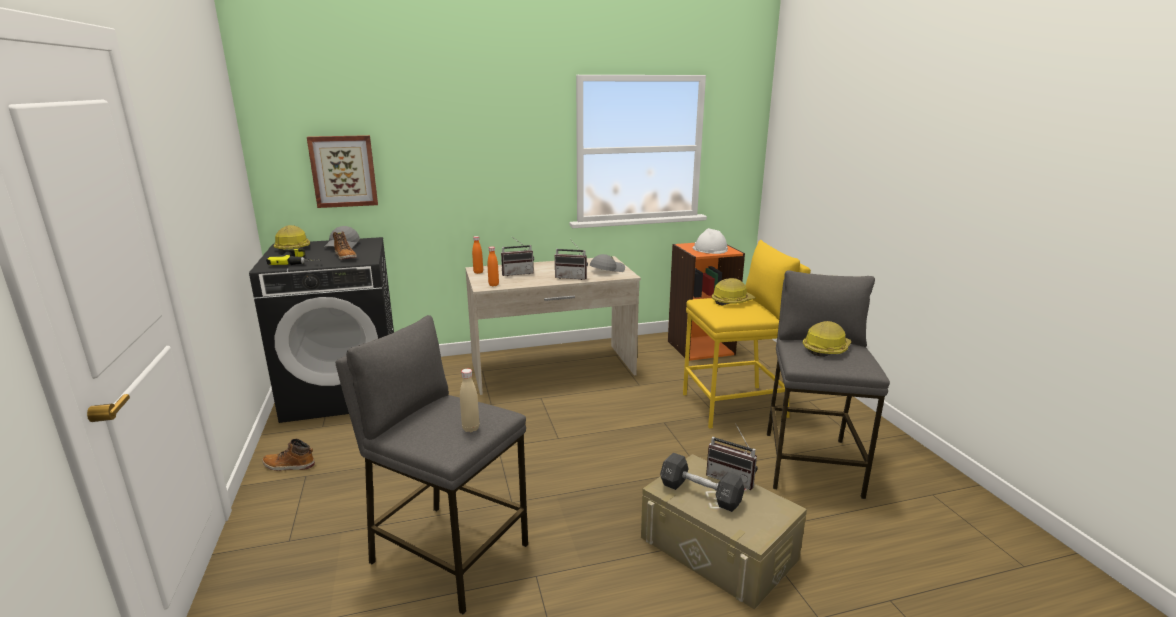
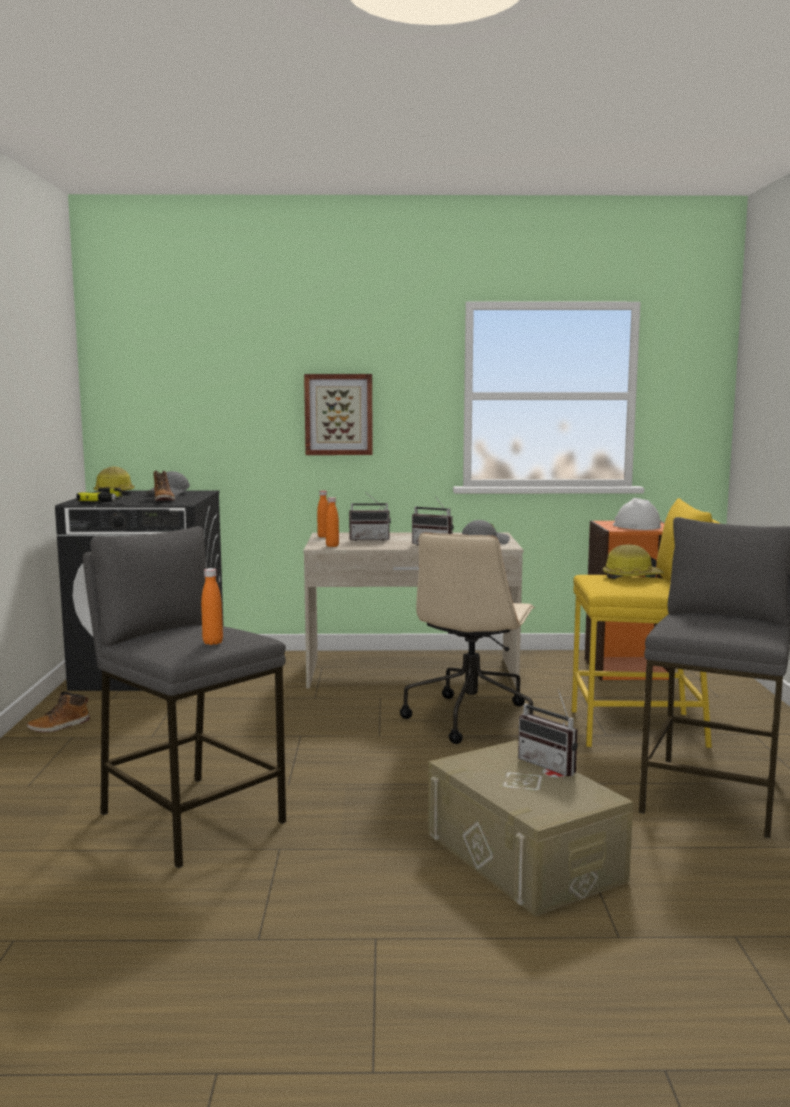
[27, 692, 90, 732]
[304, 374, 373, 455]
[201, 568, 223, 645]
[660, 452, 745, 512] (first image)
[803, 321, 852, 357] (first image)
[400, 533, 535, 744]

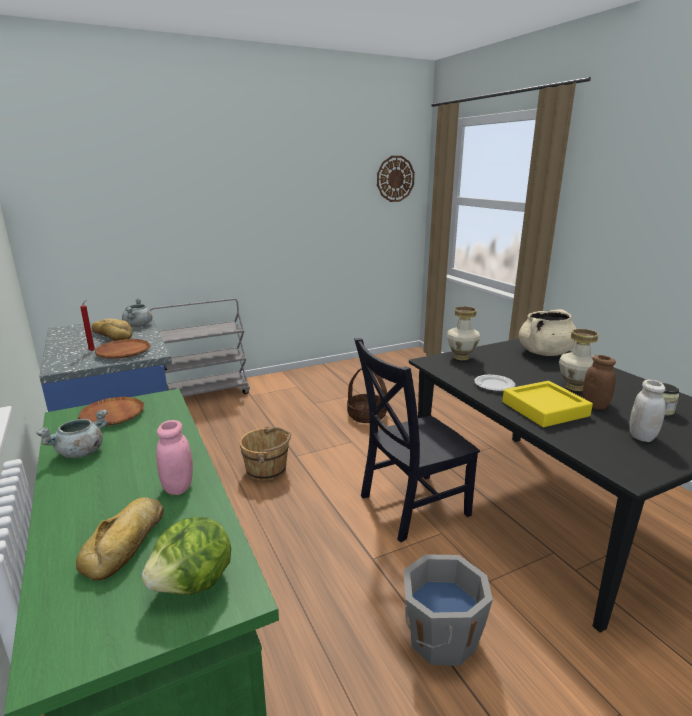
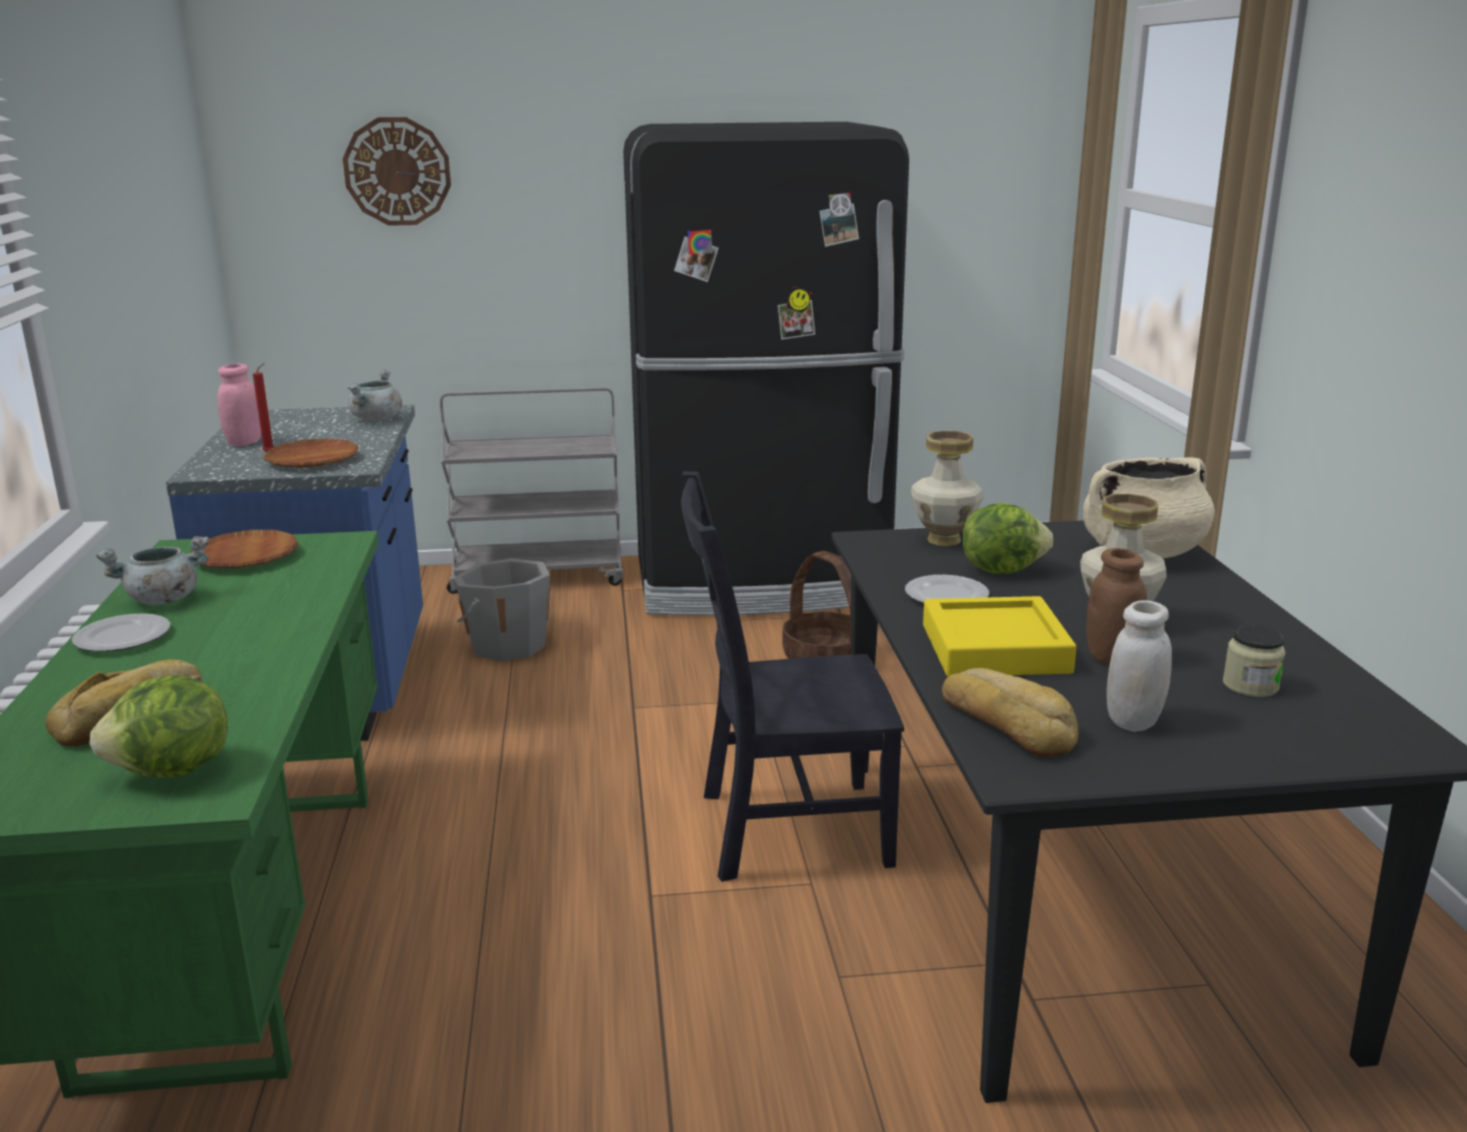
[942, 668, 1078, 757]
[217, 363, 261, 446]
[240, 426, 291, 481] (first image)
[343, 117, 451, 226]
[454, 558, 550, 661]
[72, 613, 170, 652]
[623, 122, 909, 616]
[962, 503, 1053, 574]

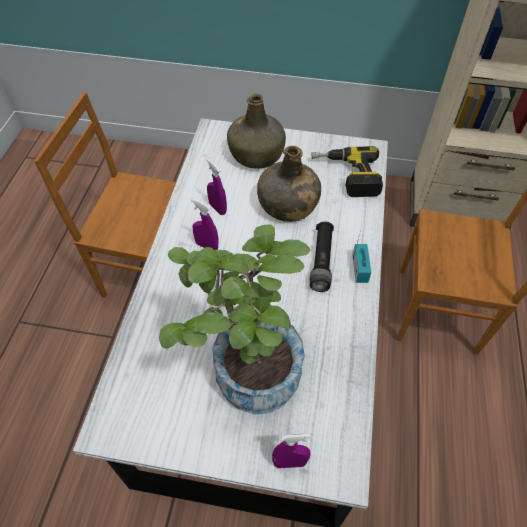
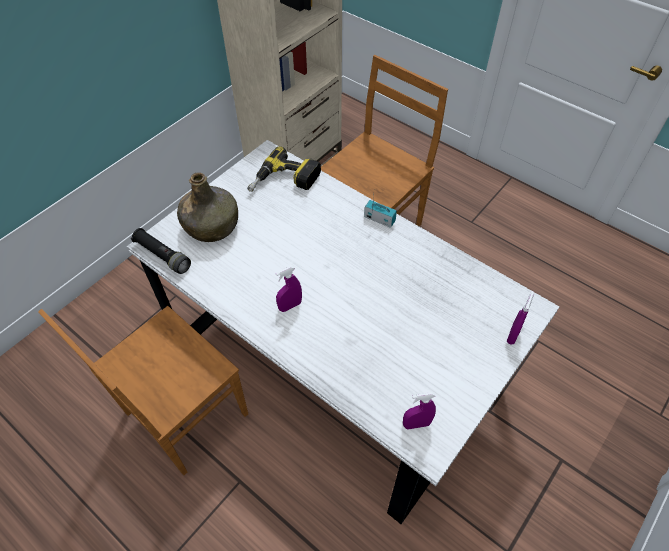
[159, 224, 310, 415] (first image)
[403, 392, 436, 429]
[257, 146, 321, 222] (first image)
[131, 228, 191, 274]

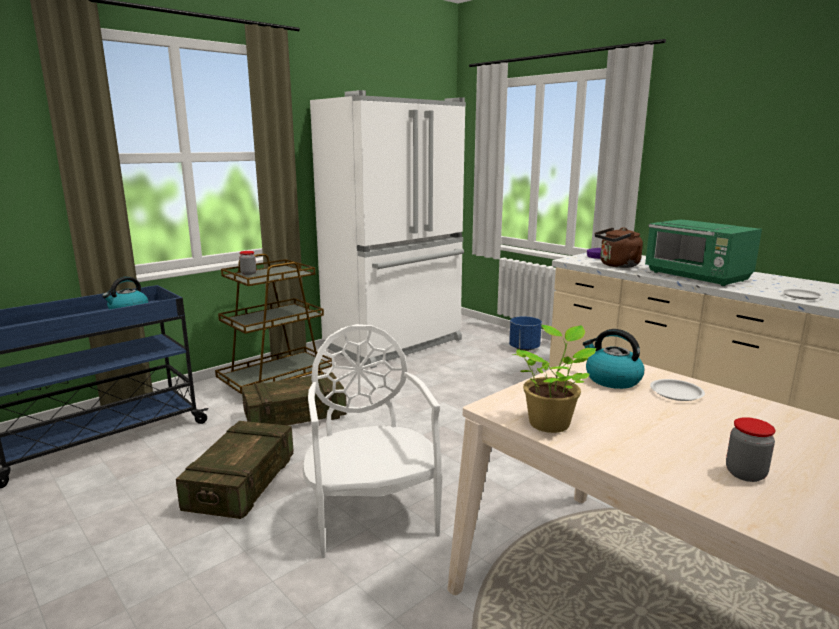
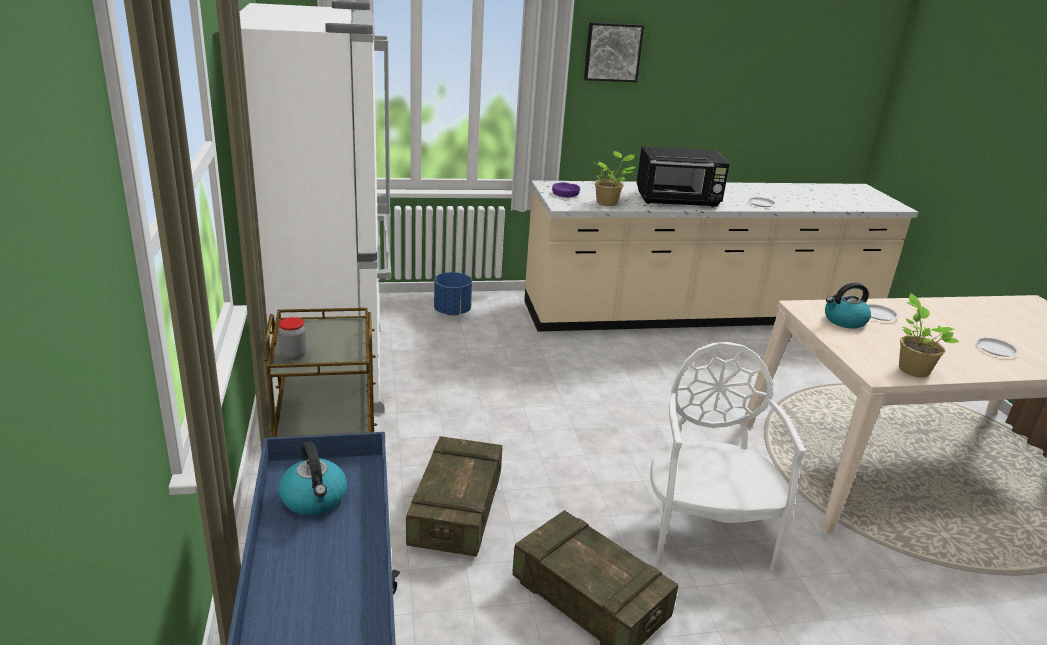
[650, 342, 806, 571]
[593, 151, 635, 206]
[637, 146, 729, 207]
[975, 337, 1019, 357]
[584, 22, 644, 82]

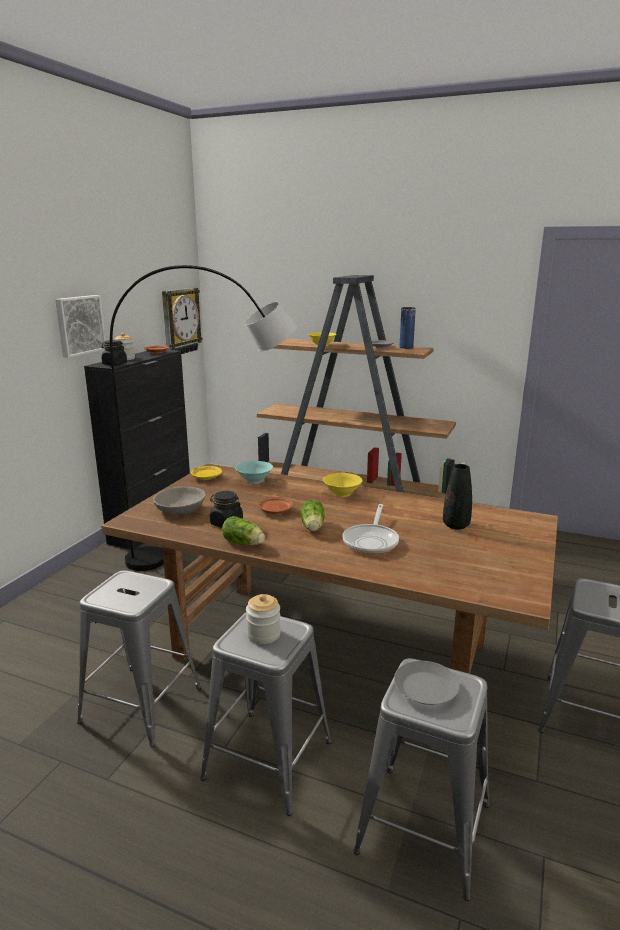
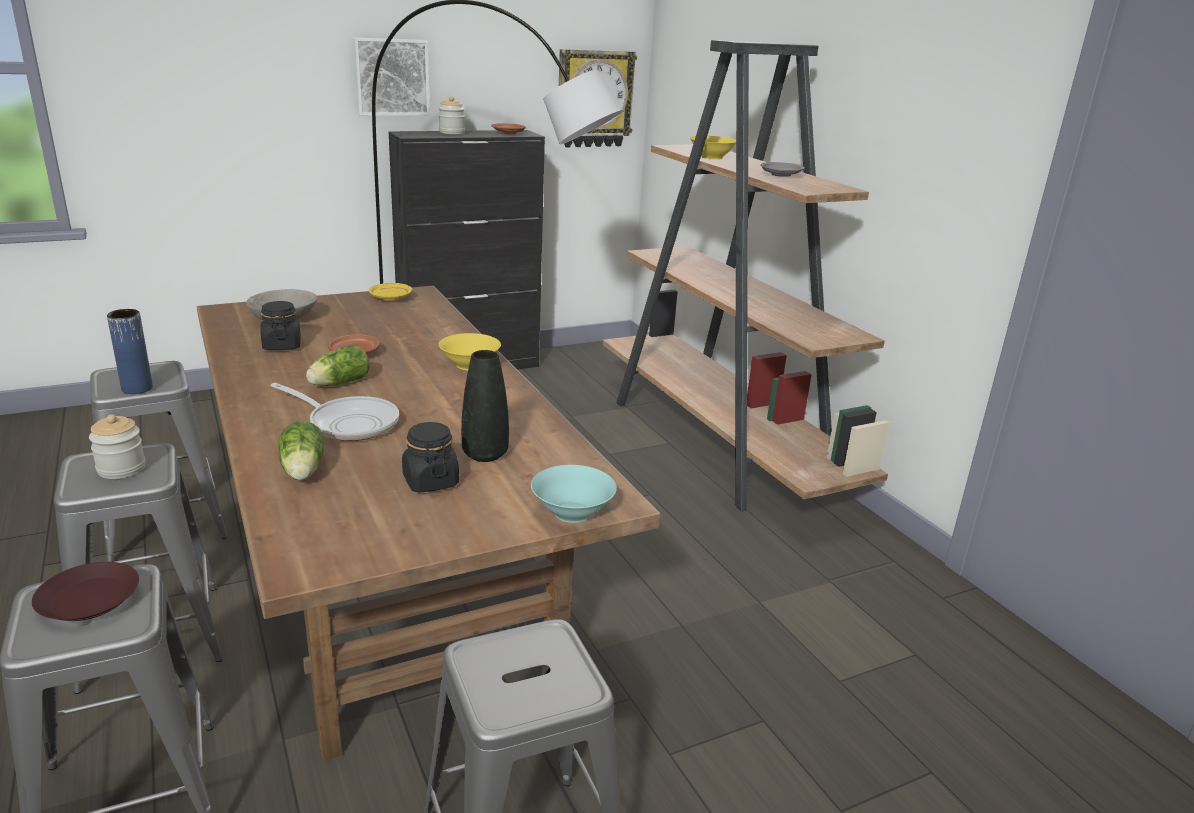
[402, 422, 459, 493]
[278, 421, 324, 480]
[531, 465, 617, 523]
[270, 383, 399, 441]
[32, 562, 139, 621]
[107, 309, 153, 394]

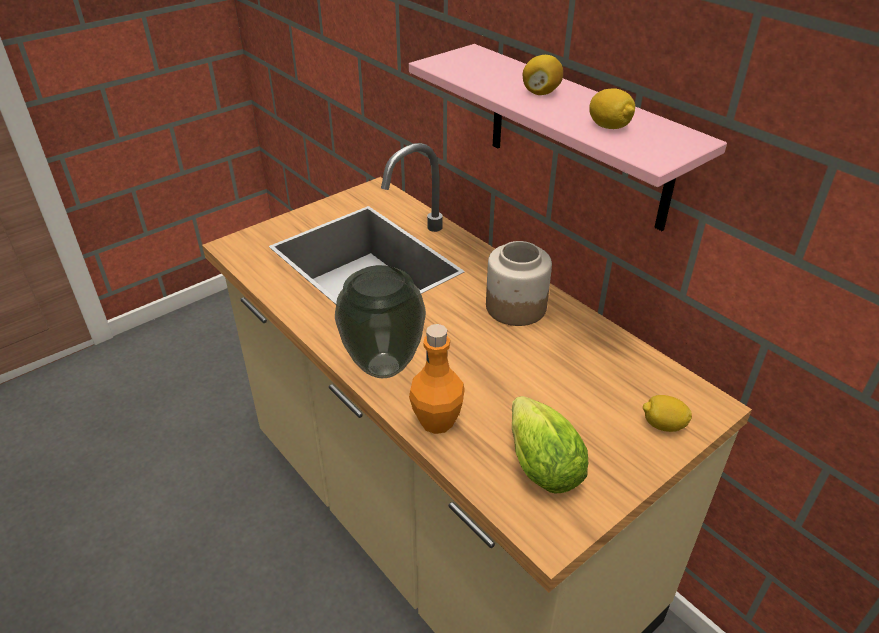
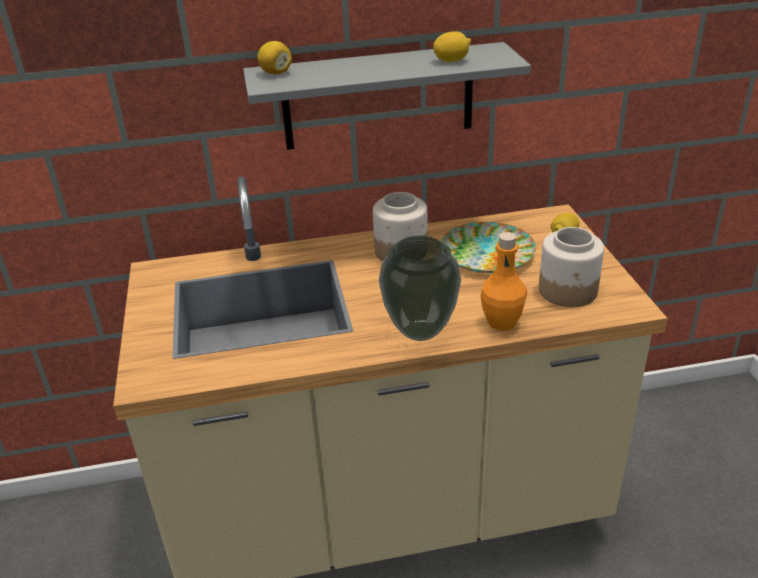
[243, 42, 531, 150]
[539, 227, 604, 307]
[257, 41, 292, 74]
[441, 222, 536, 273]

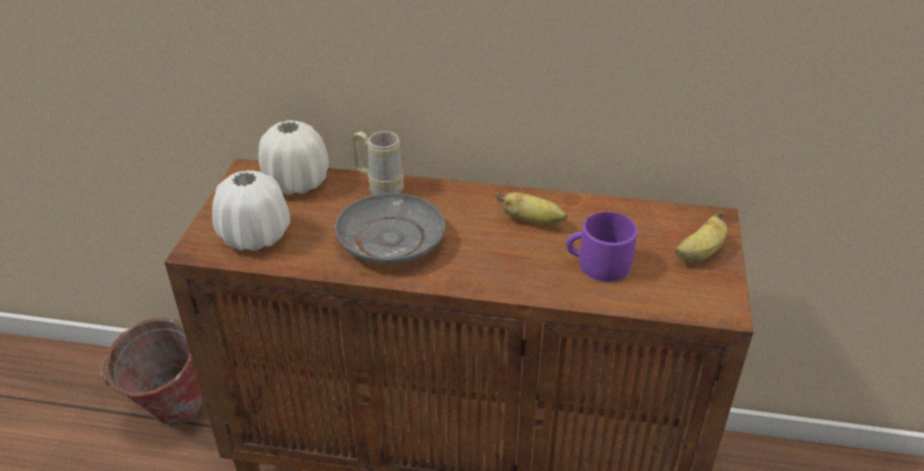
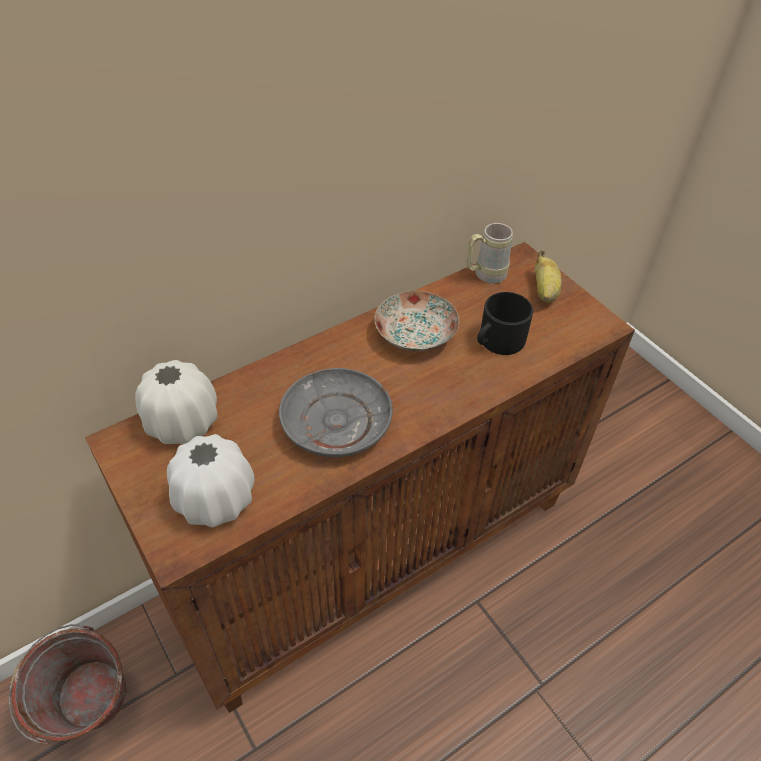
[467, 223, 513, 284]
[375, 291, 459, 352]
[477, 292, 533, 355]

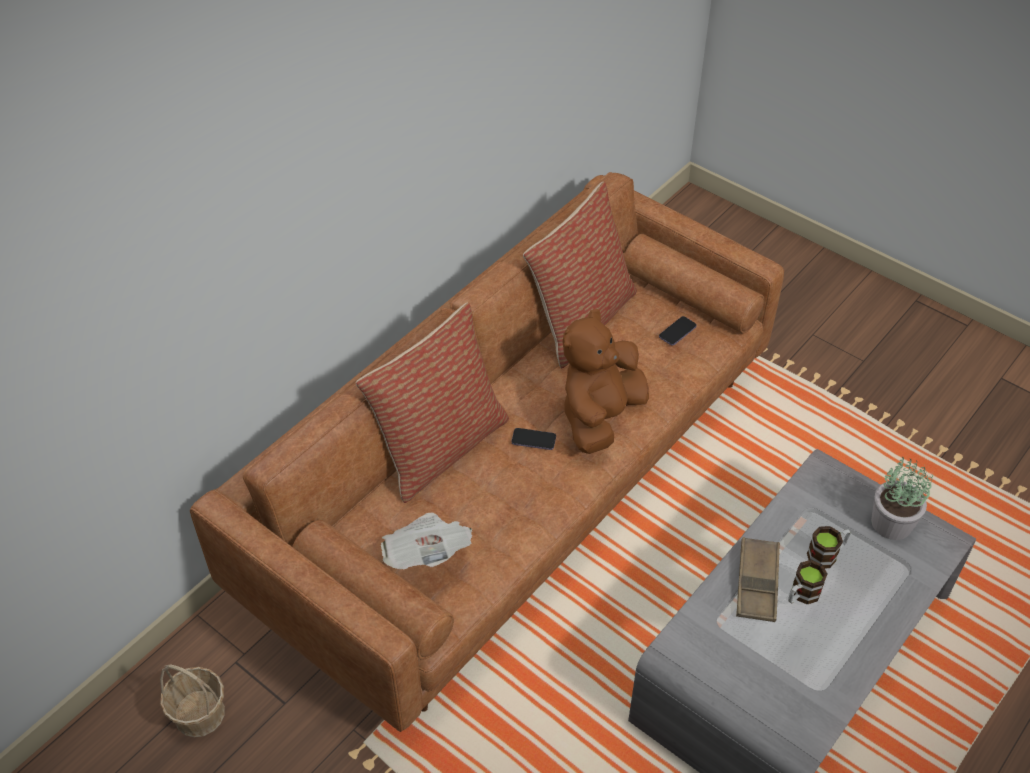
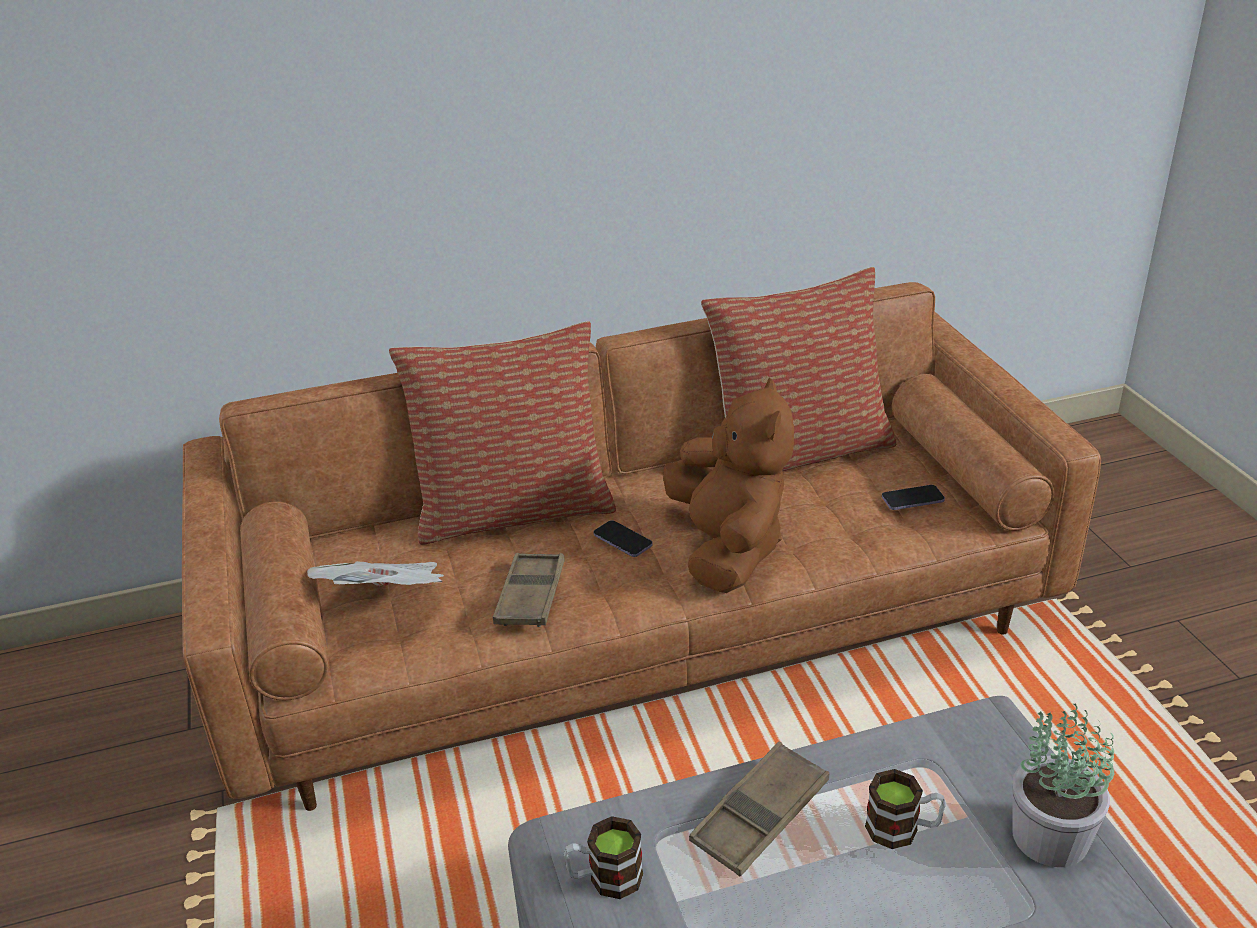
[160, 664, 225, 737] (first image)
[663, 378, 794, 593]
[564, 816, 644, 899]
[493, 553, 565, 627]

